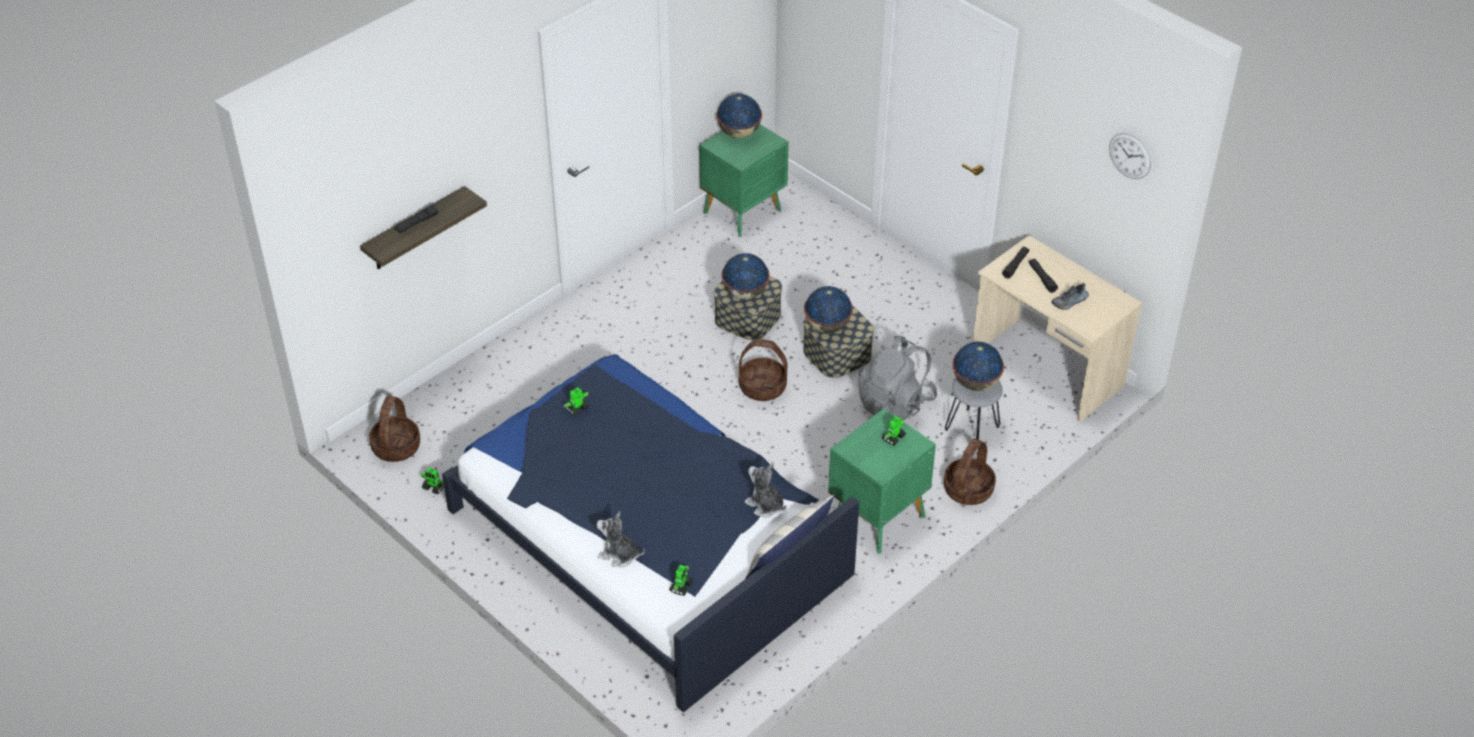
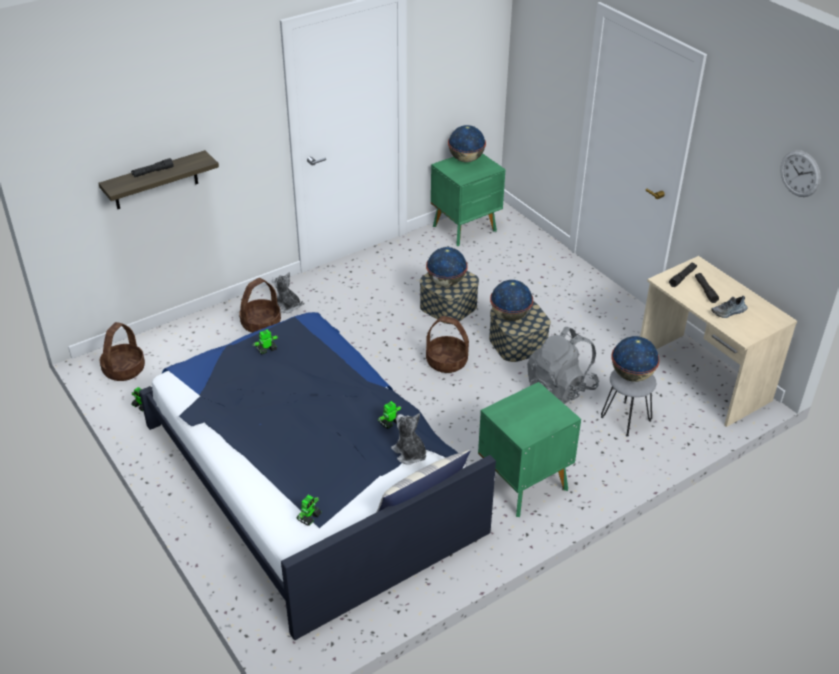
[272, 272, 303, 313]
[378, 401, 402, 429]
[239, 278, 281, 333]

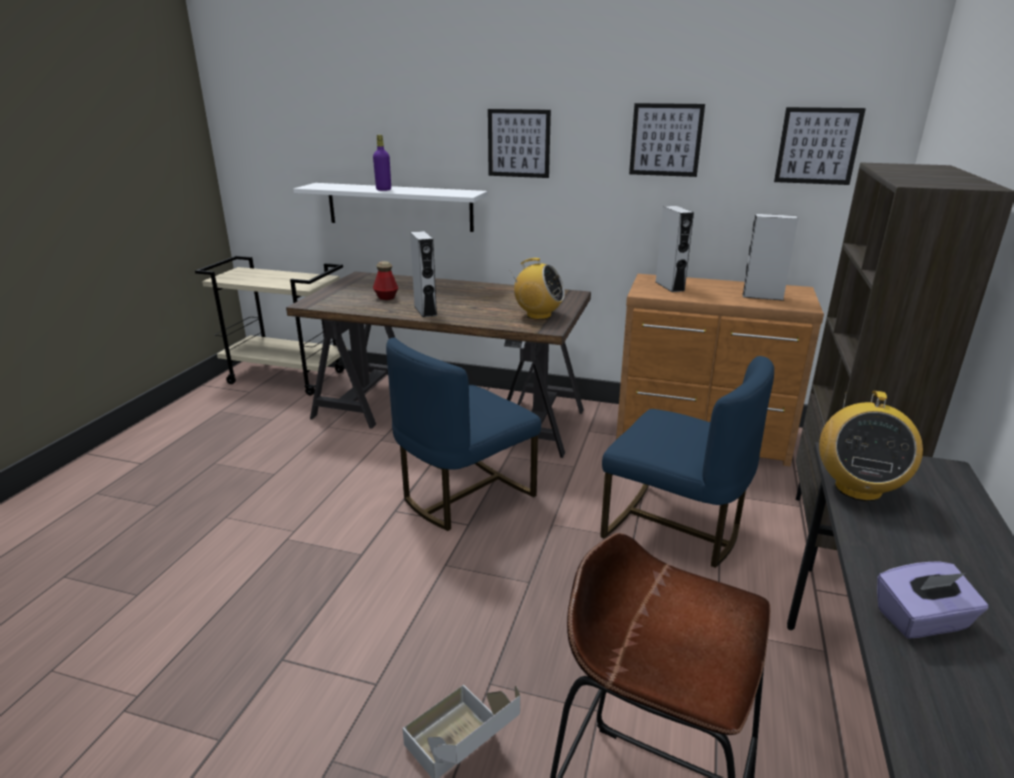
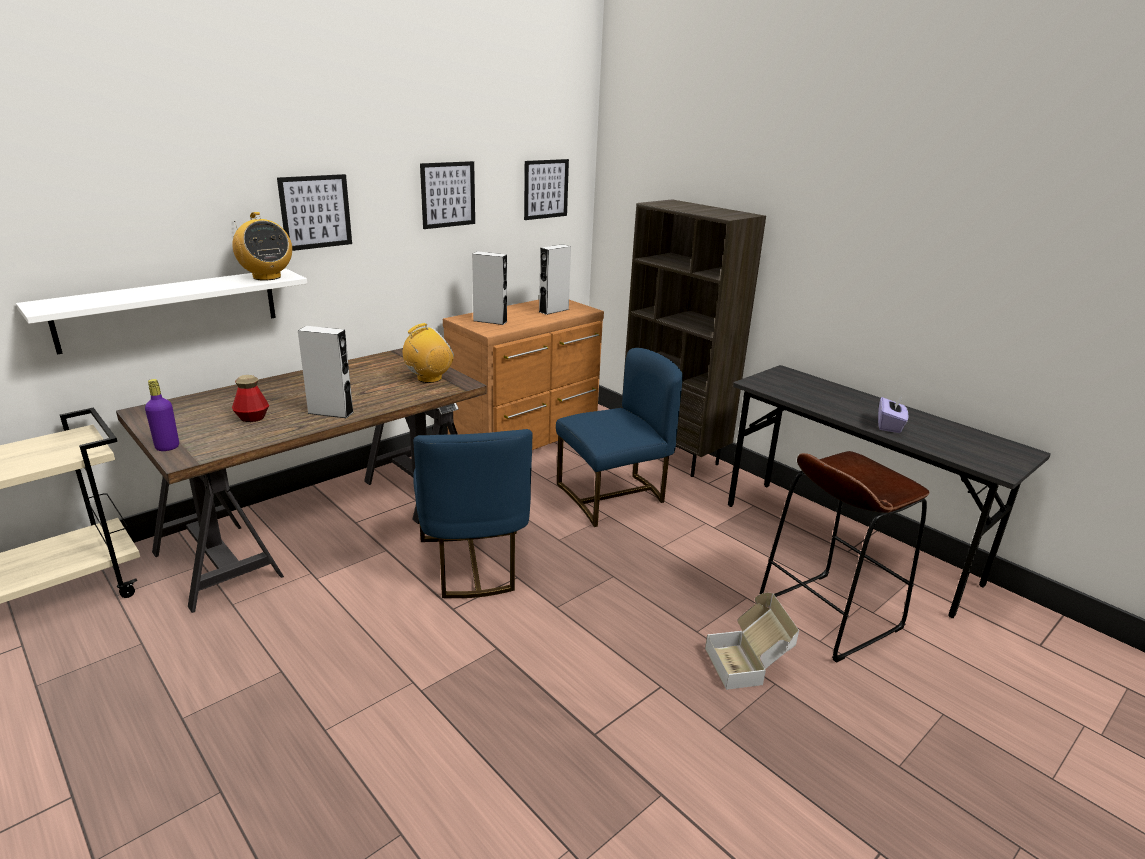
[145, 379, 179, 451]
[232, 212, 292, 280]

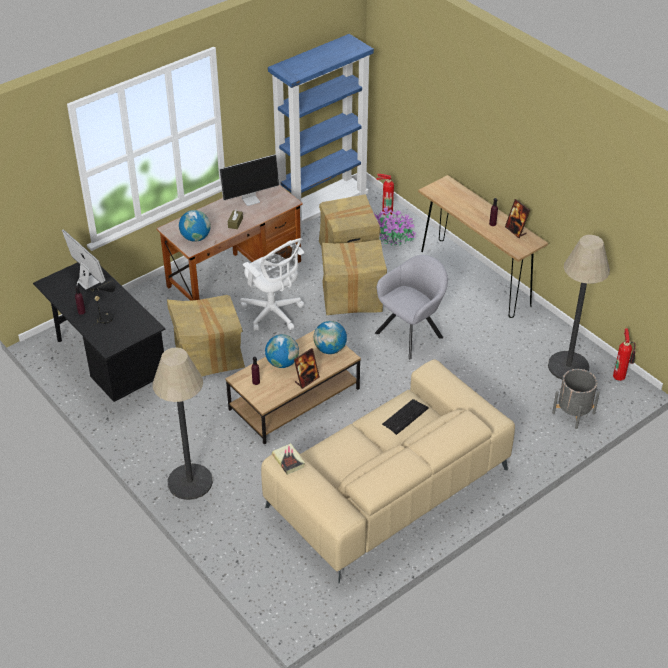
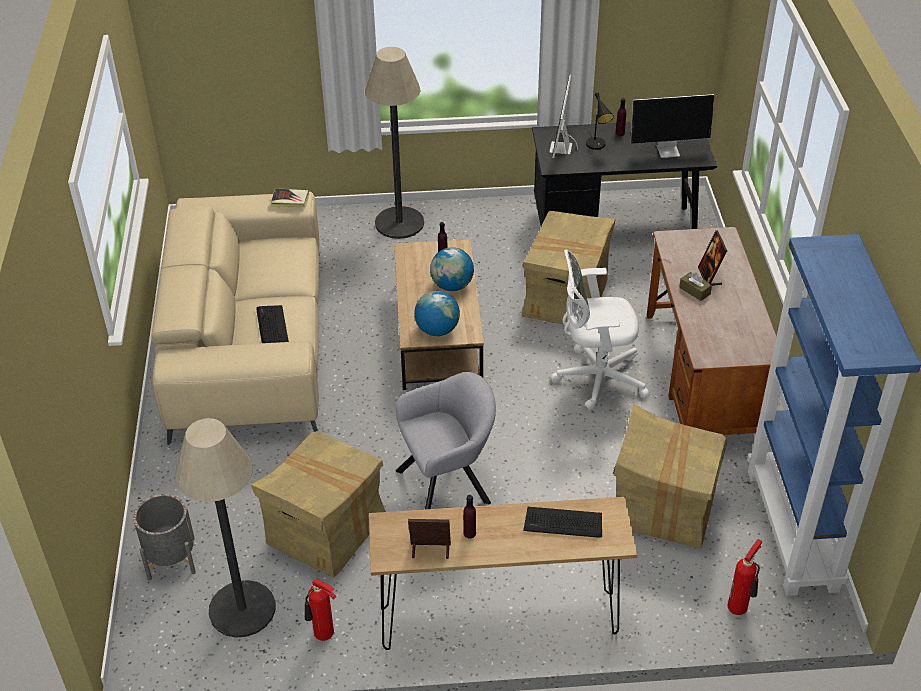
[179, 210, 211, 242] (first image)
[549, 74, 578, 158]
[698, 230, 727, 286]
[251, 431, 386, 578]
[374, 207, 417, 246] (first image)
[396, 372, 496, 509]
[305, 579, 337, 641]
[523, 507, 602, 537]

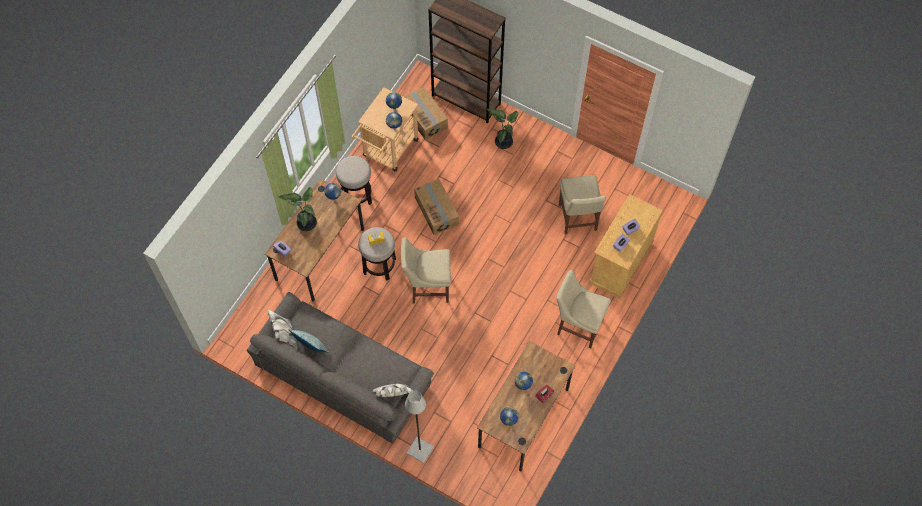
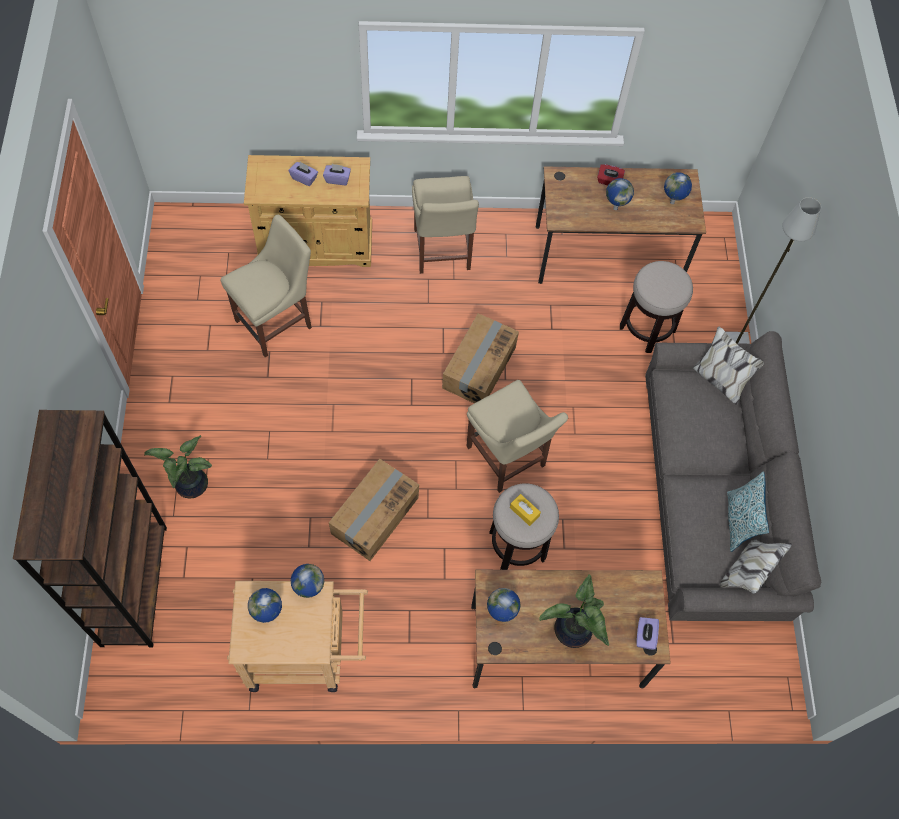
[620, 261, 693, 353]
[442, 313, 519, 403]

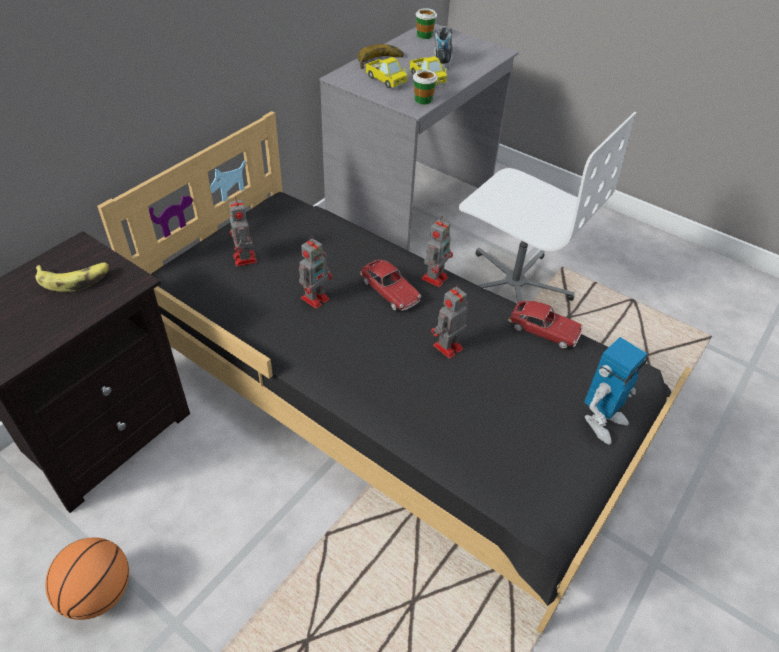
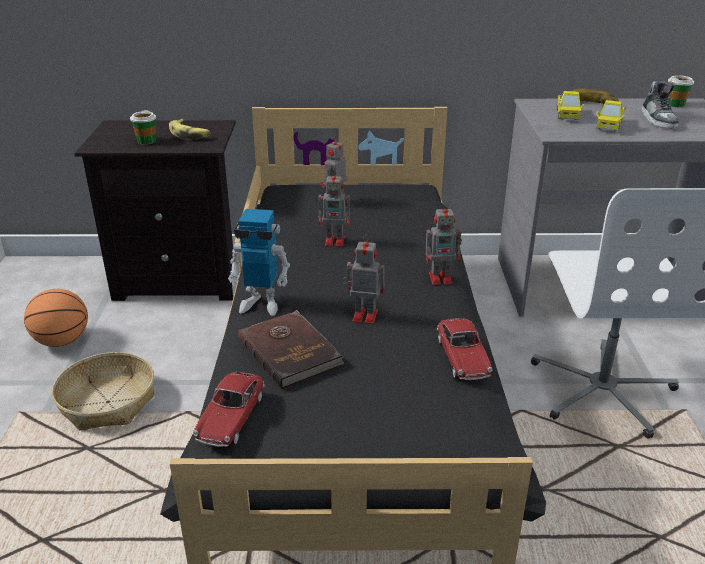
[193, 372, 265, 447]
[130, 110, 156, 144]
[642, 81, 679, 128]
[228, 209, 290, 316]
[52, 352, 154, 430]
[238, 310, 344, 389]

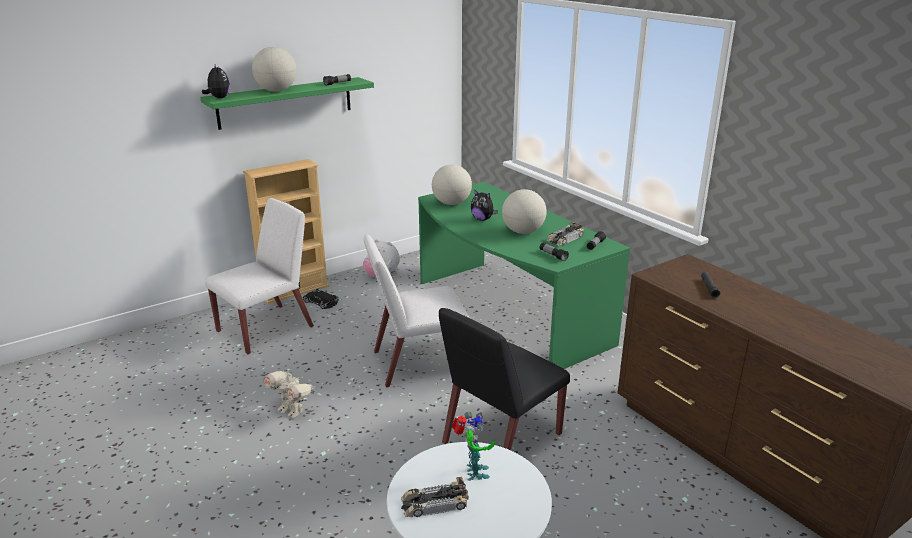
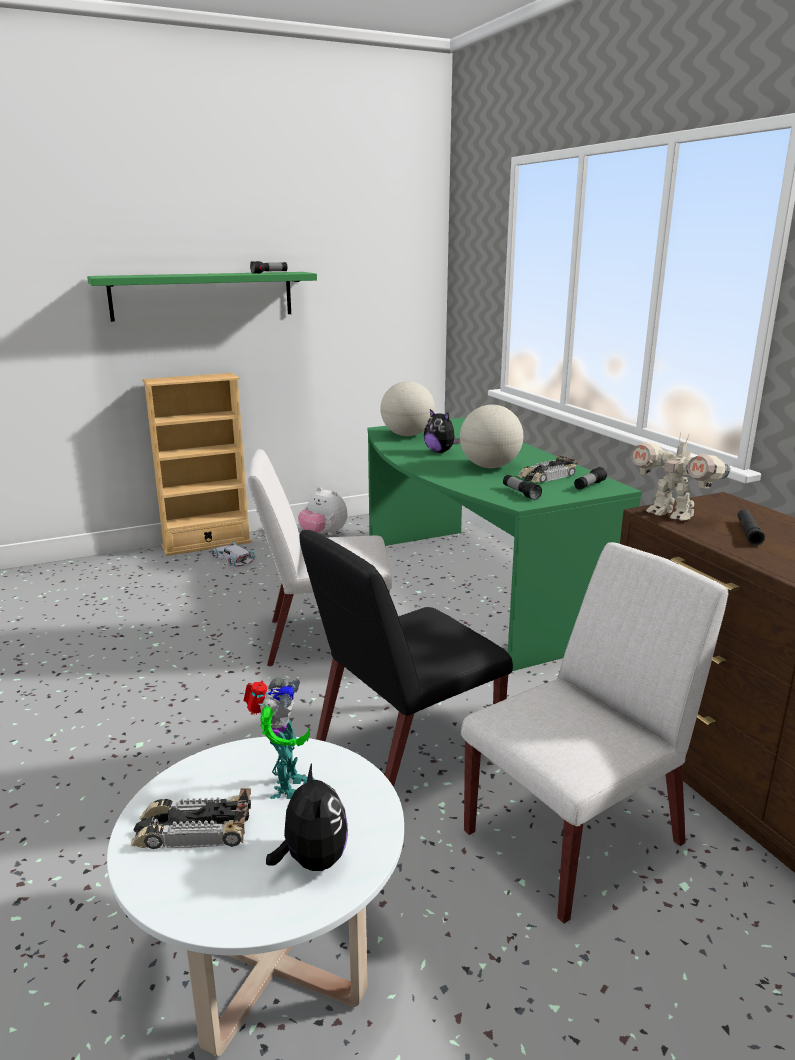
[266, 763, 348, 871]
[461, 542, 729, 924]
[252, 47, 297, 92] (first image)
[630, 432, 731, 521]
[211, 542, 255, 567]

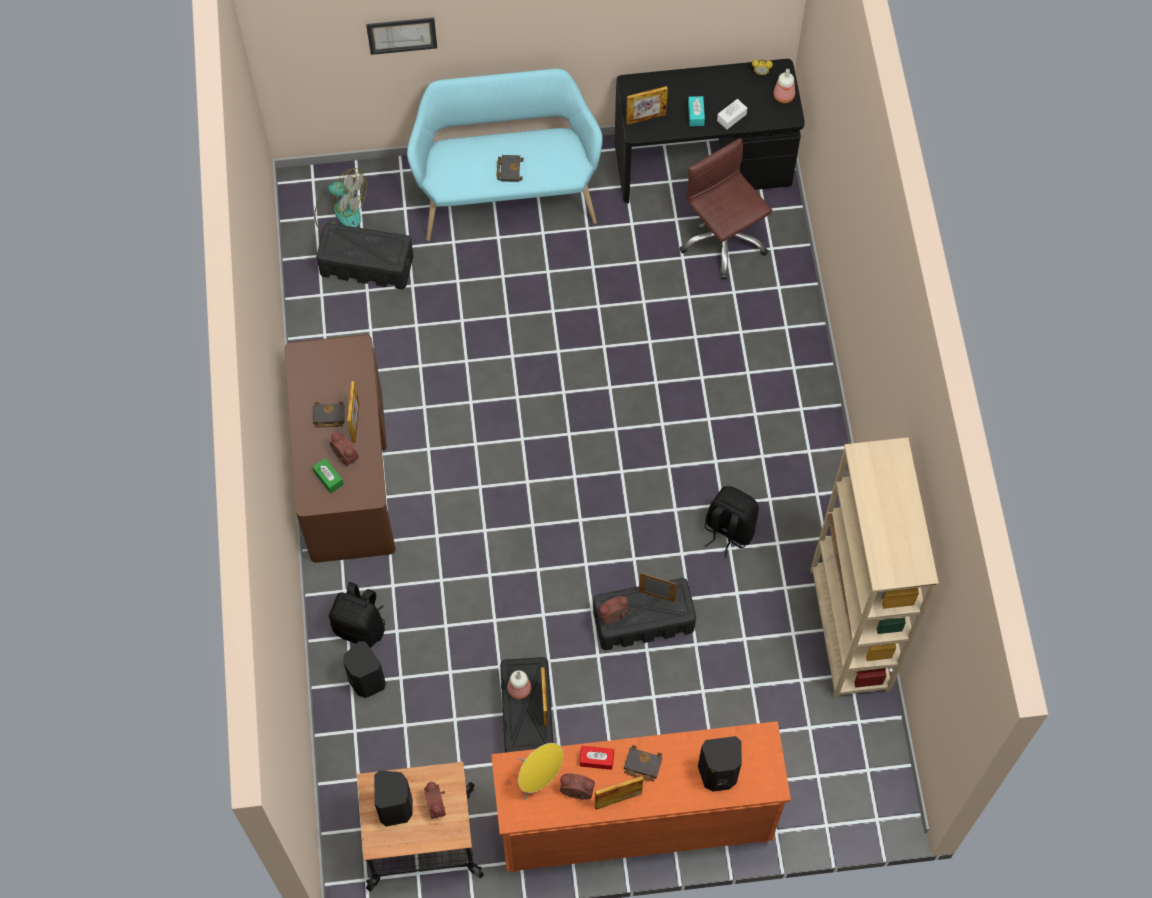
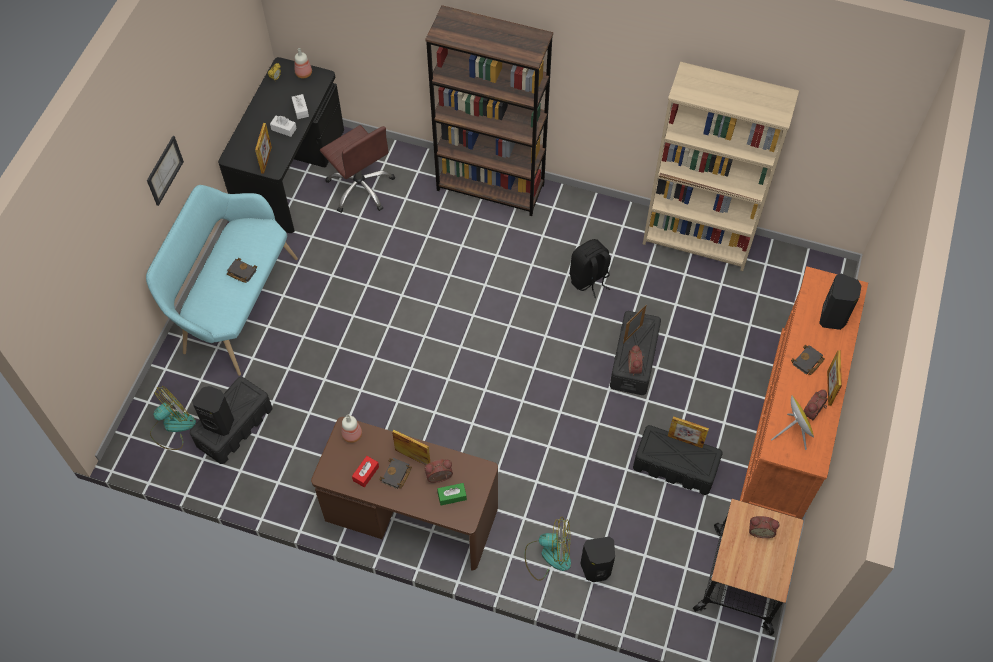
[525, 517, 571, 581]
[147, 136, 184, 206]
[192, 386, 234, 436]
[341, 415, 362, 443]
[352, 456, 379, 487]
[320, 125, 395, 213]
[270, 115, 297, 137]
[425, 5, 553, 216]

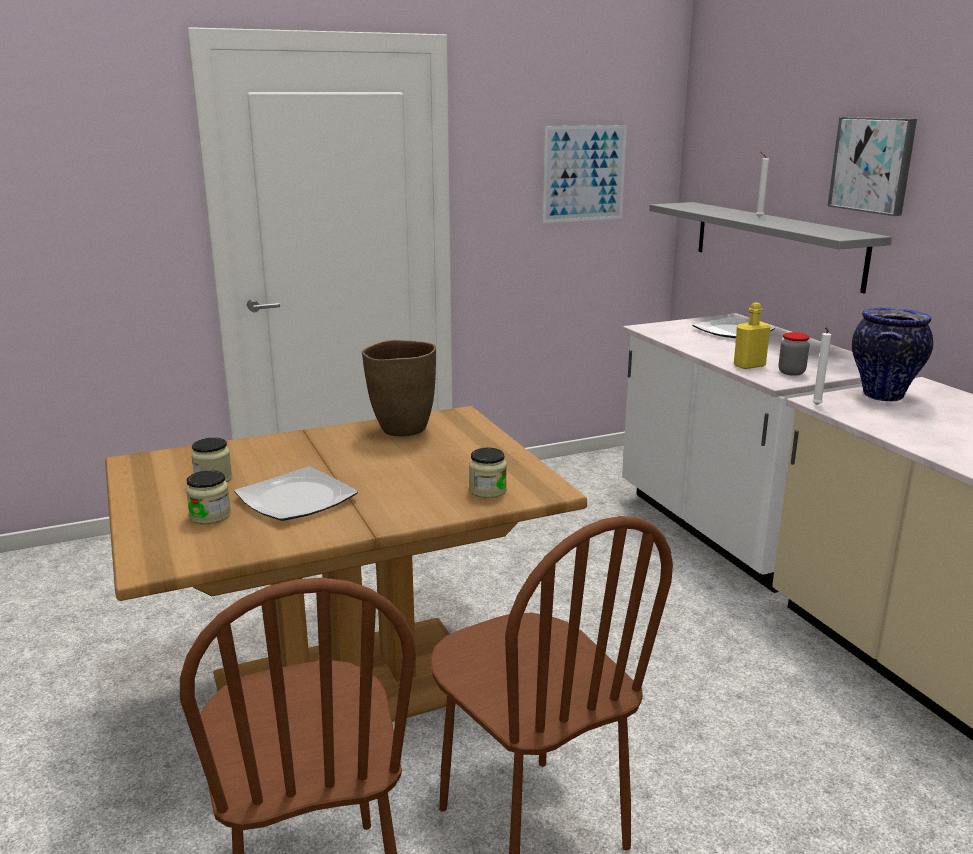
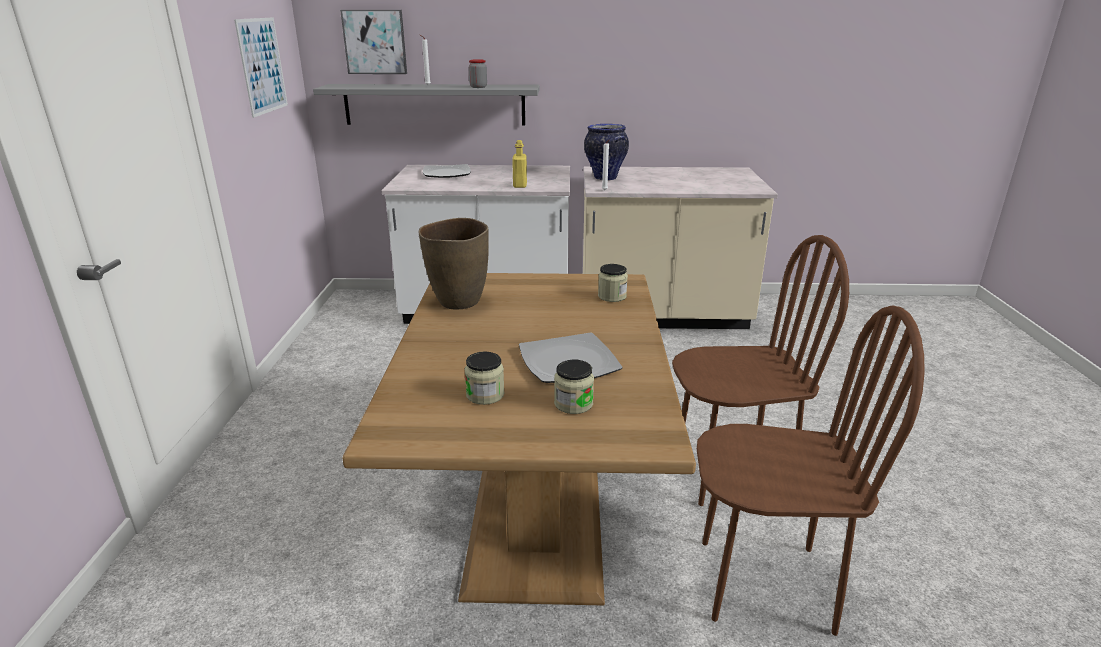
[469, 59, 487, 88]
[340, 10, 407, 74]

